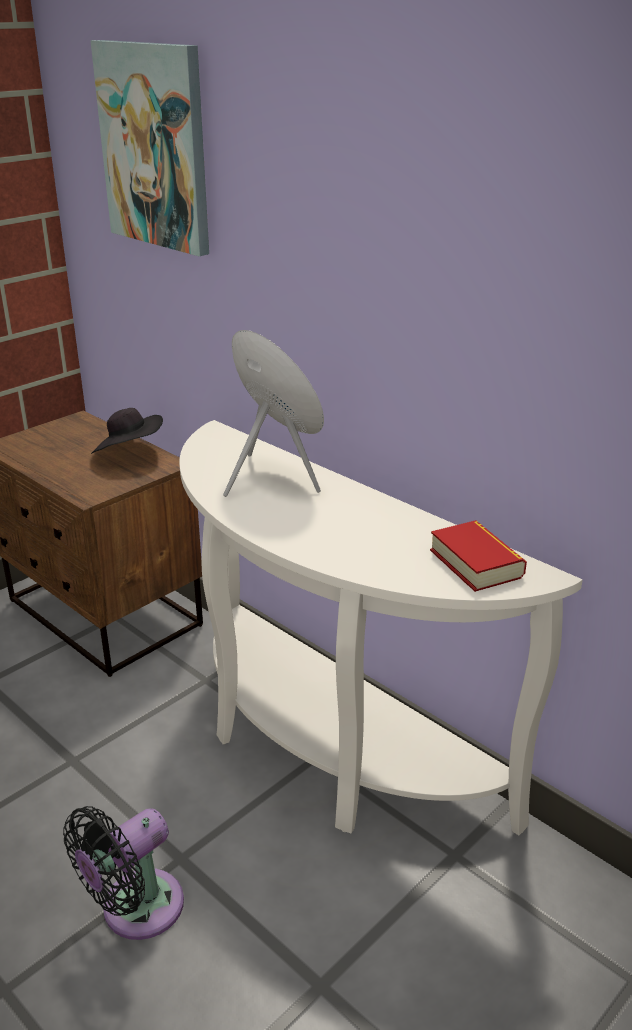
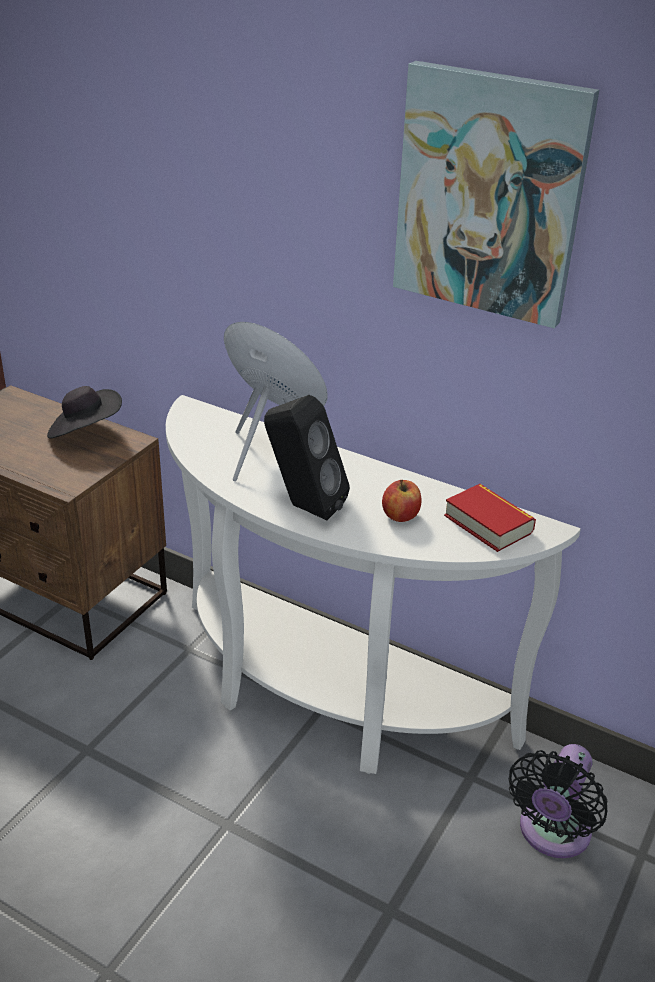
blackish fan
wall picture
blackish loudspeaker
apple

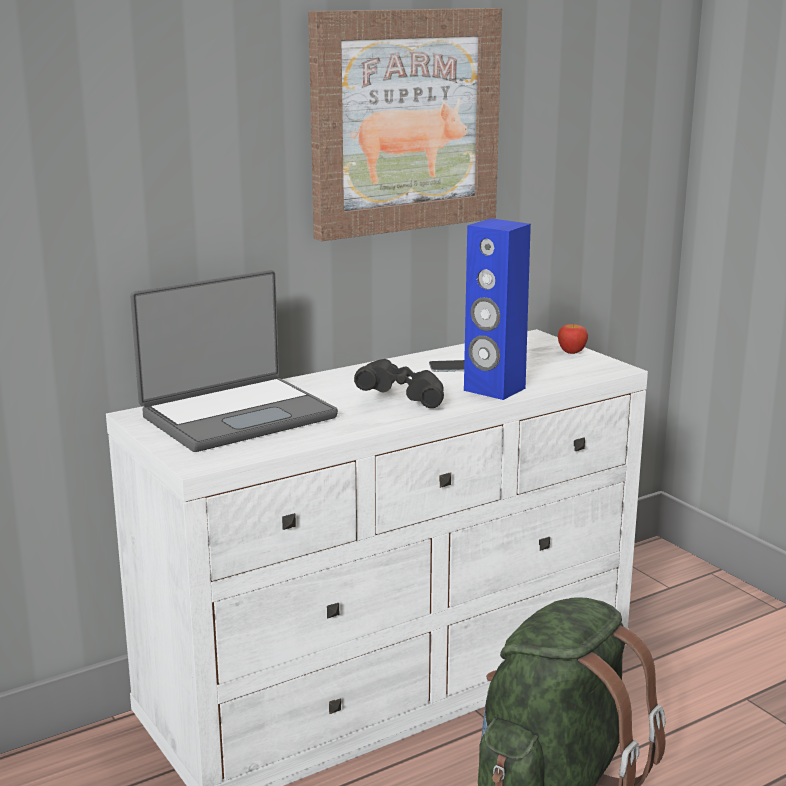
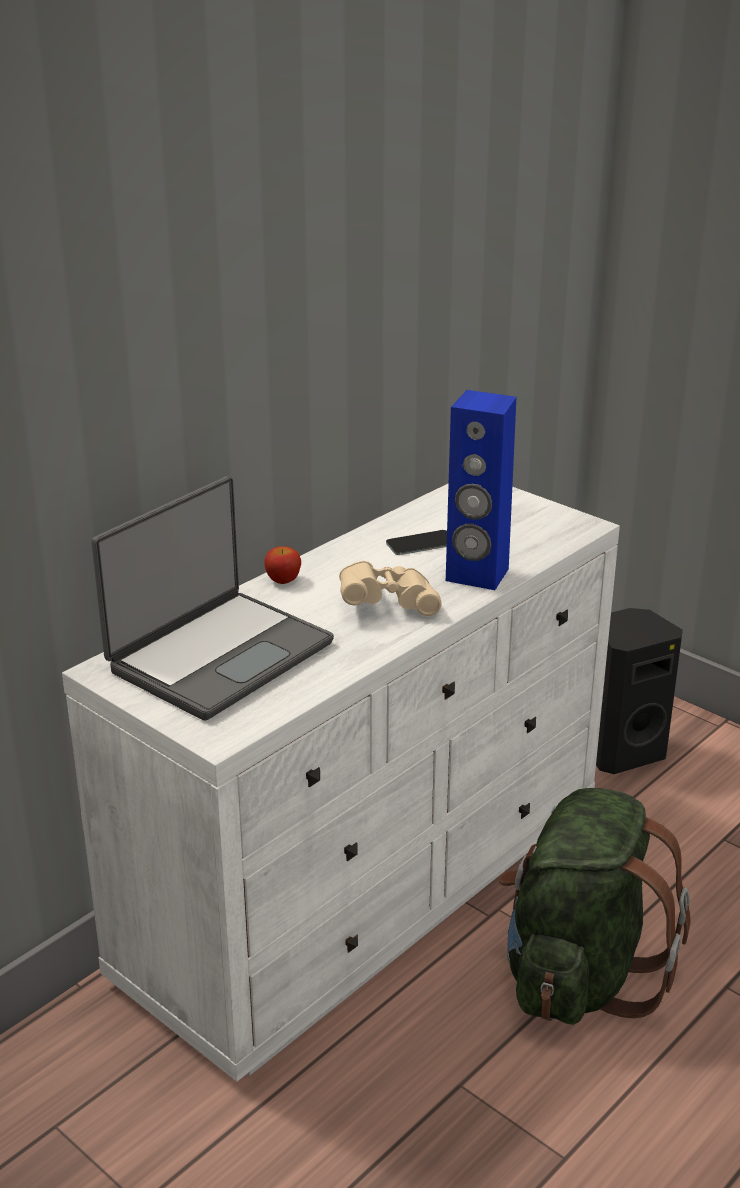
wall picture
beige field glasses
apple
blackish loudspeaker

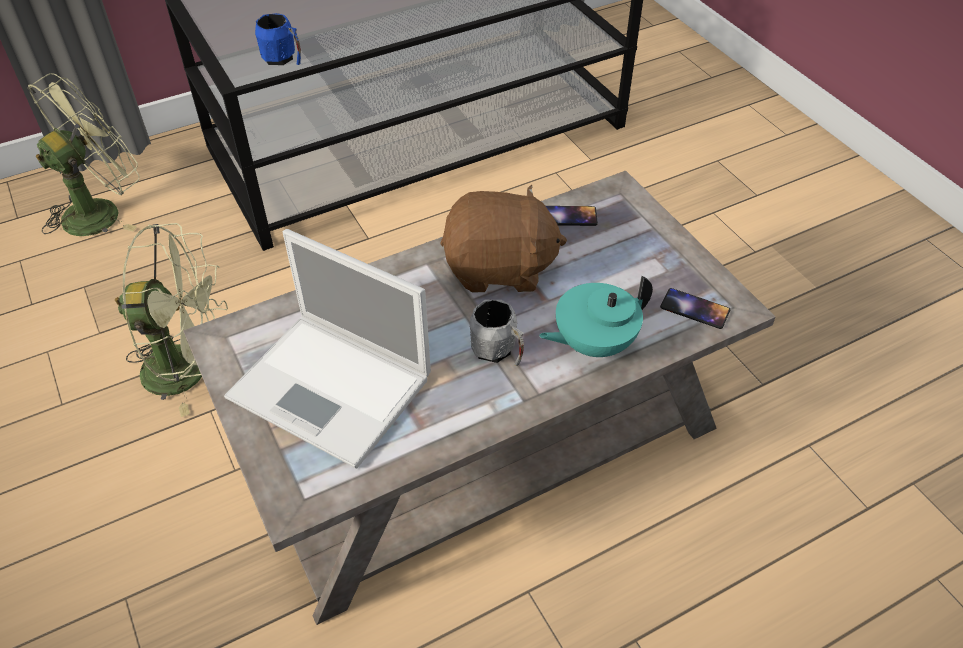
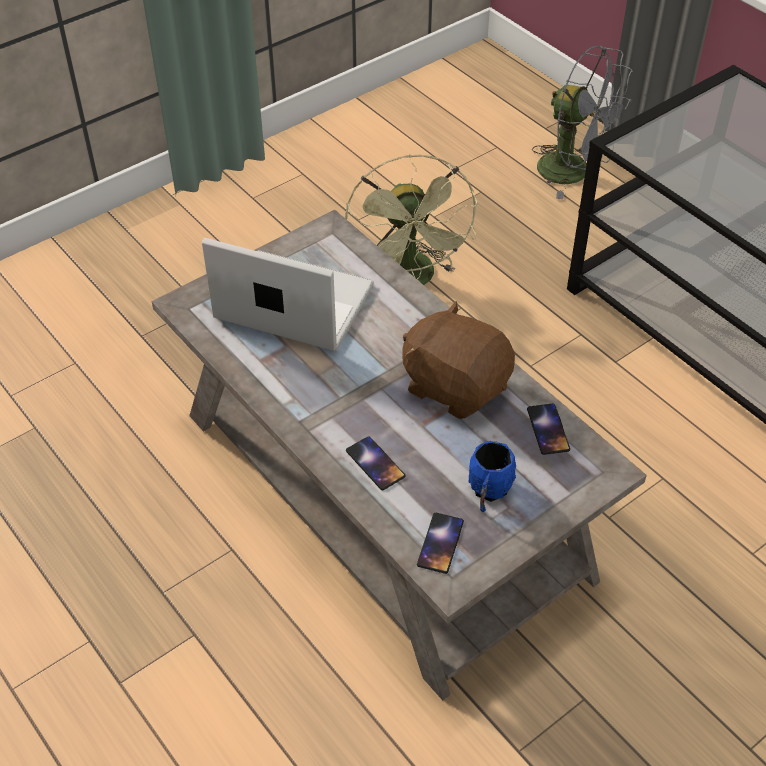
grey fan
laptop
bluish tea mug
brown soft toy
grey tea mug
phone (1st from left)

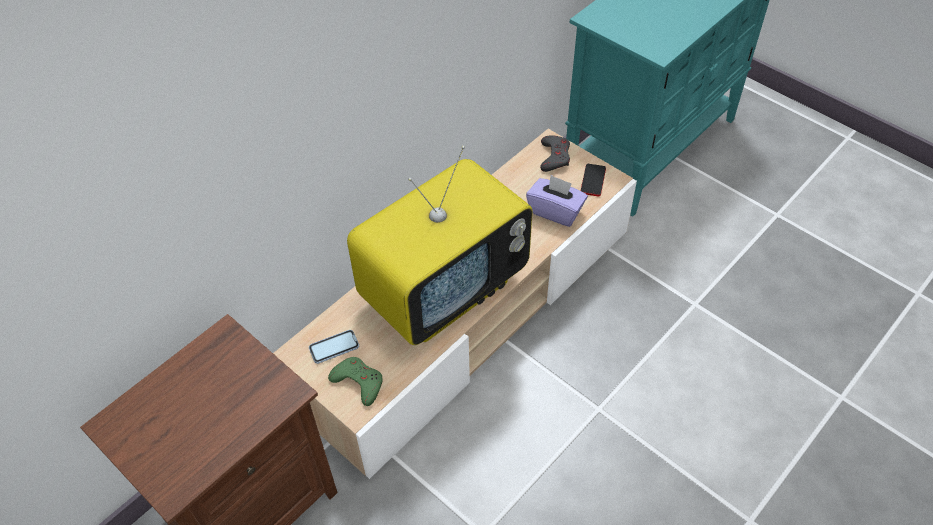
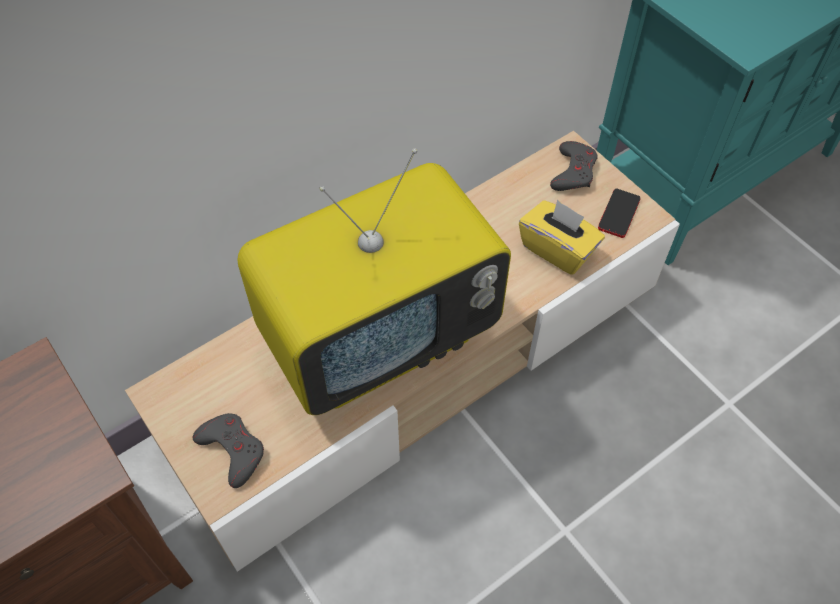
phone (1st from left in the first image)
grey joypad (1st from left)
yellow box of tissues

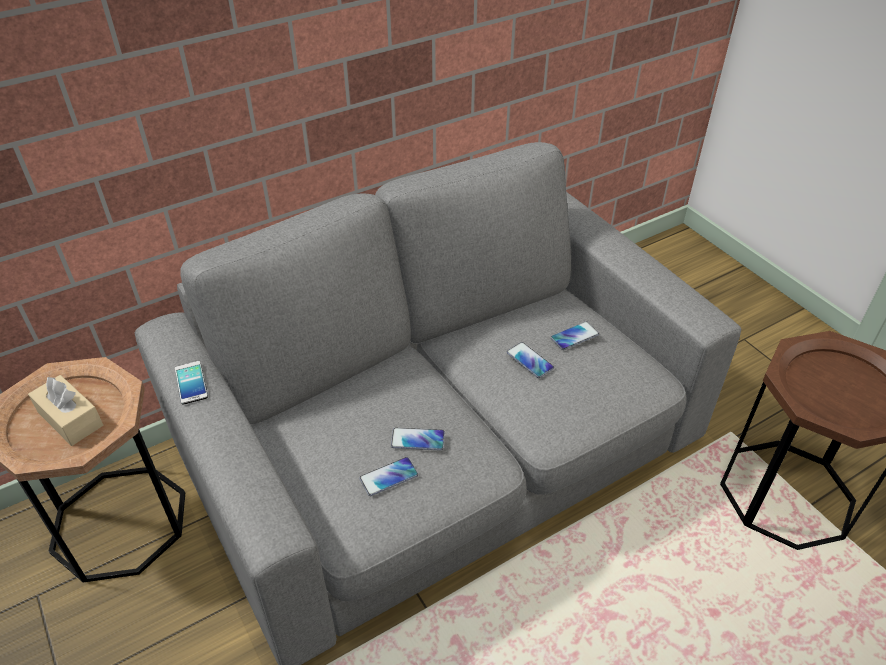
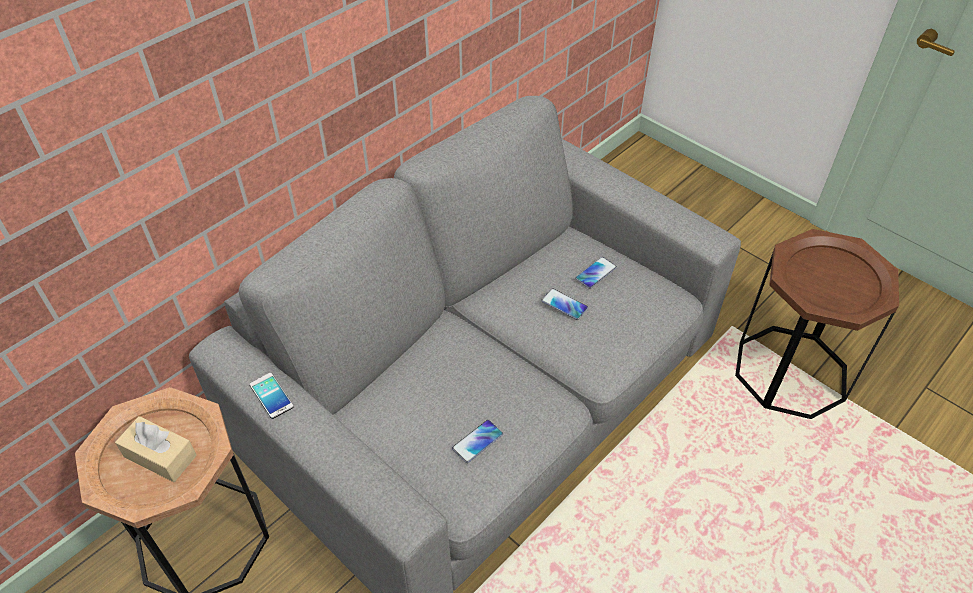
phone (3rd from left in the first image)

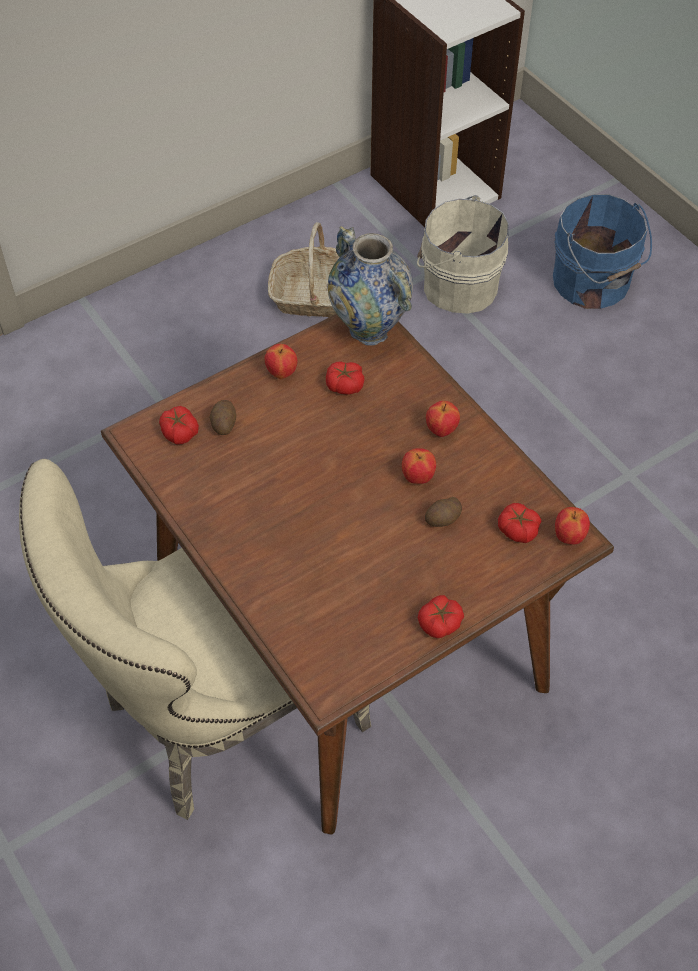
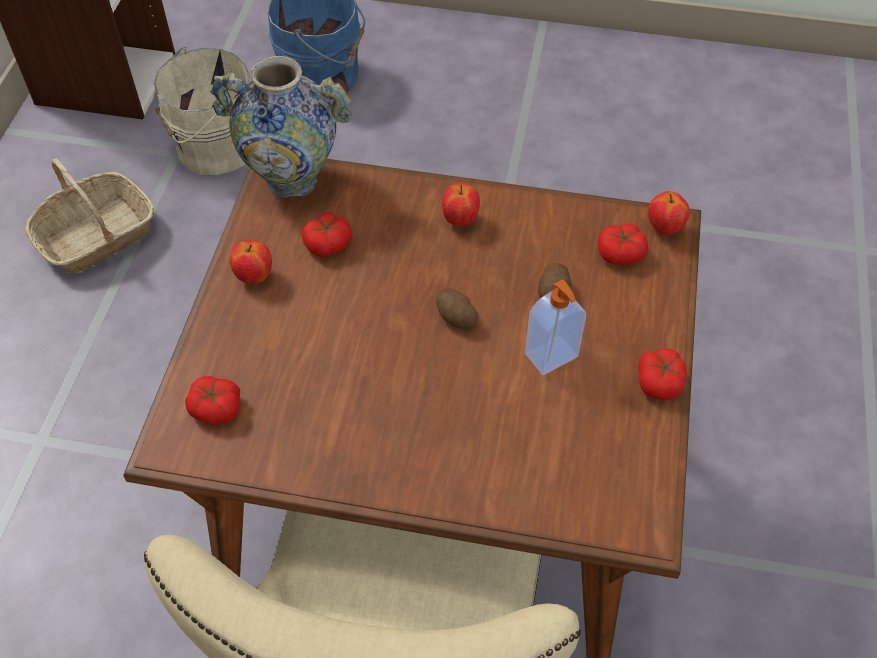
whole potato (1st from left)
apple (2nd from left in the first image)
soap bottle

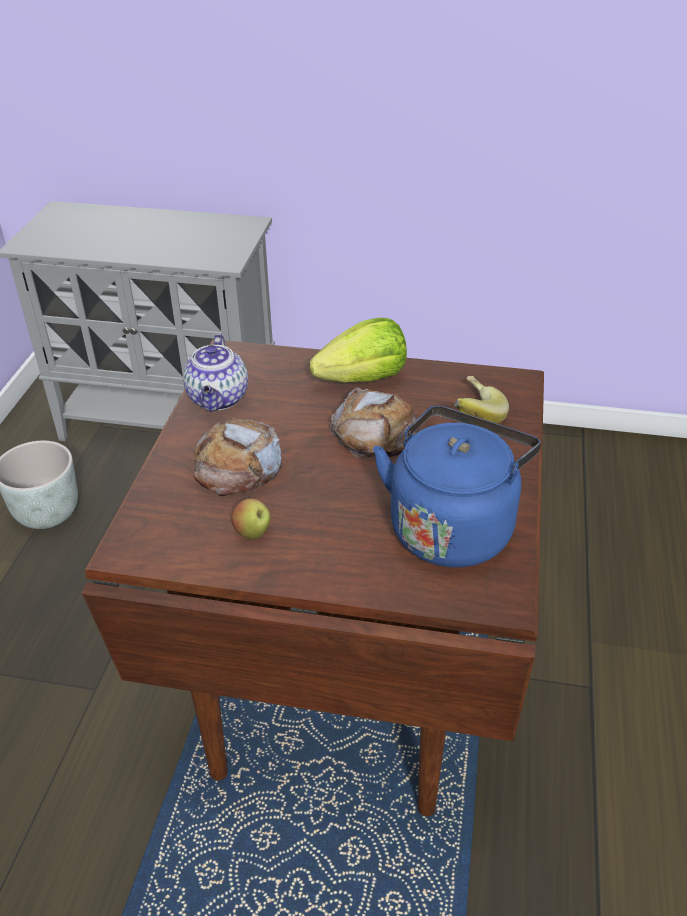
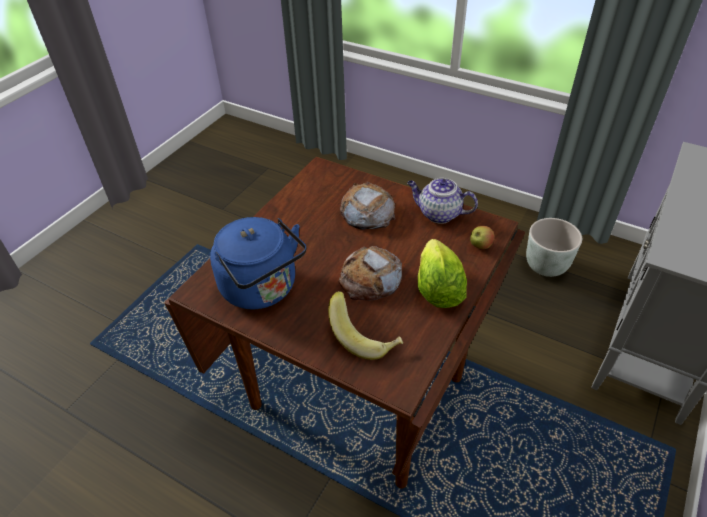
apple

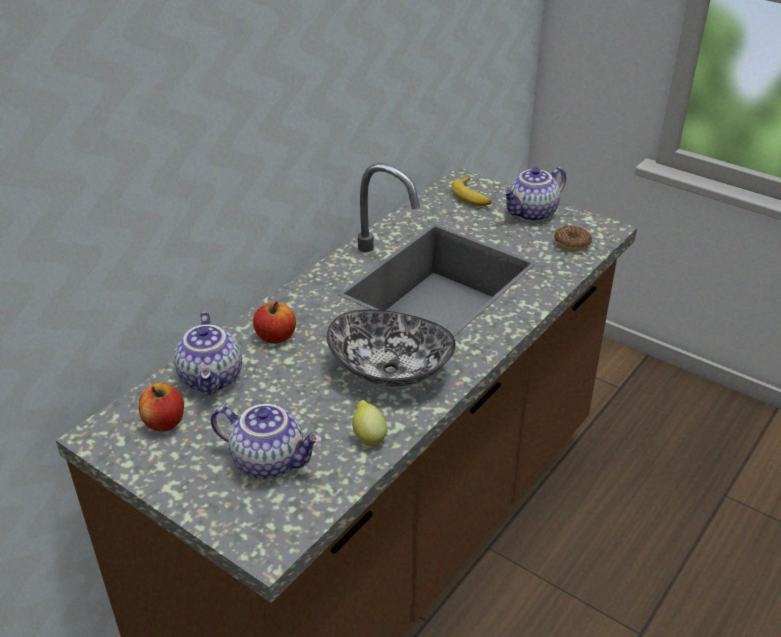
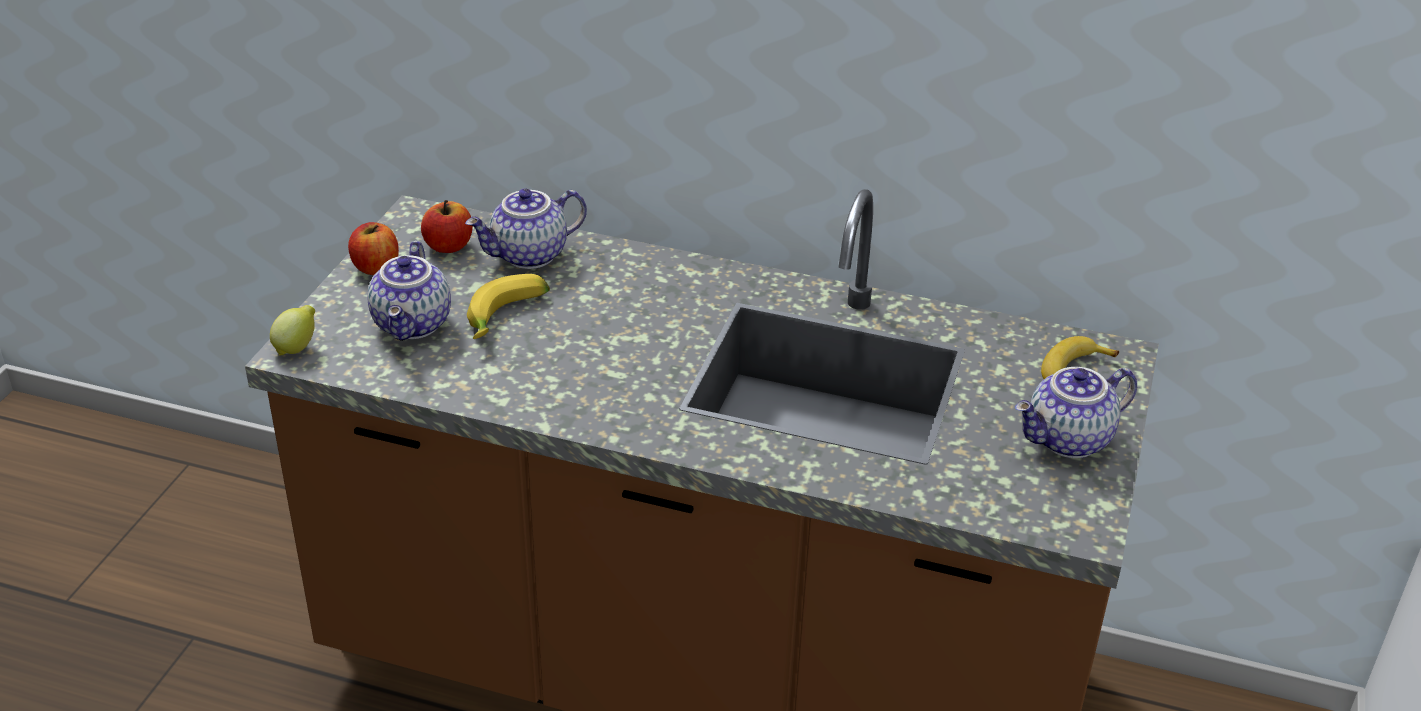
apple (1st from left)
deep dish
lemon
teapot (3rd from left)
donut
whole banana (1st from left)

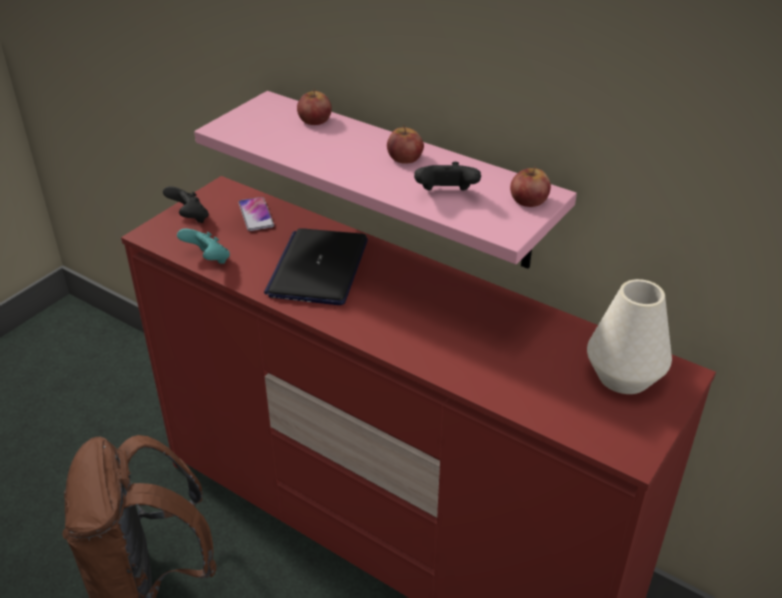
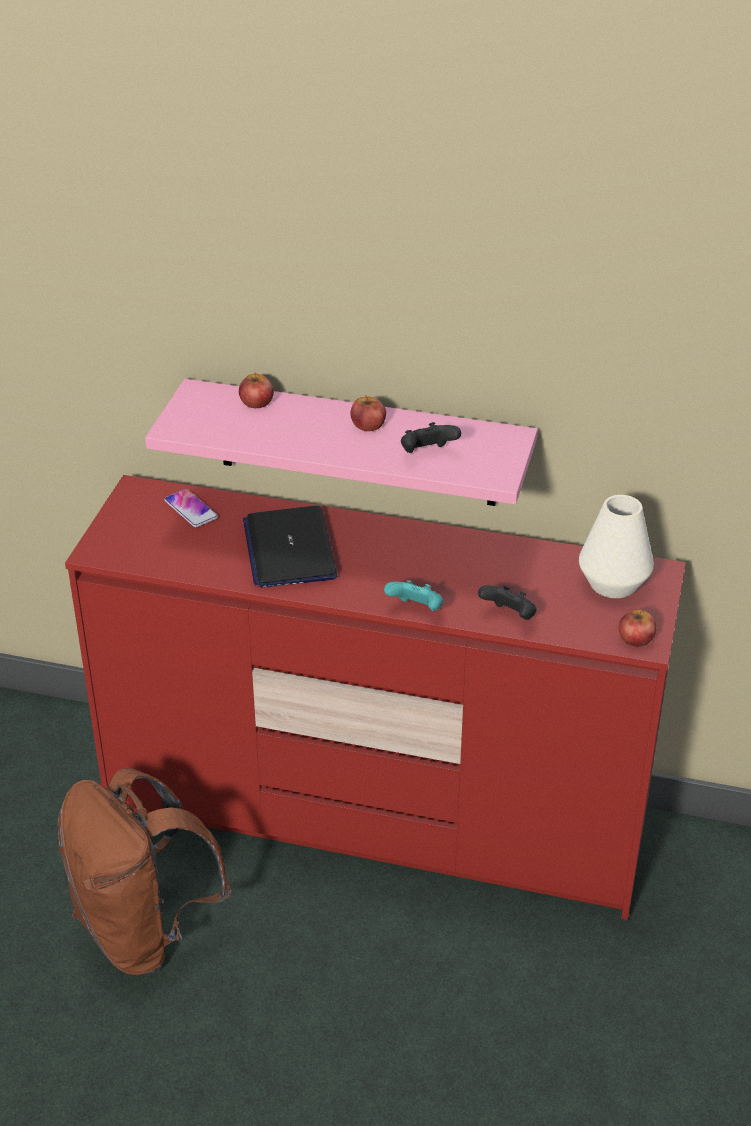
blackish joypad (2nd from left)
turquoise-coloured joypad
apple (3rd from left)

